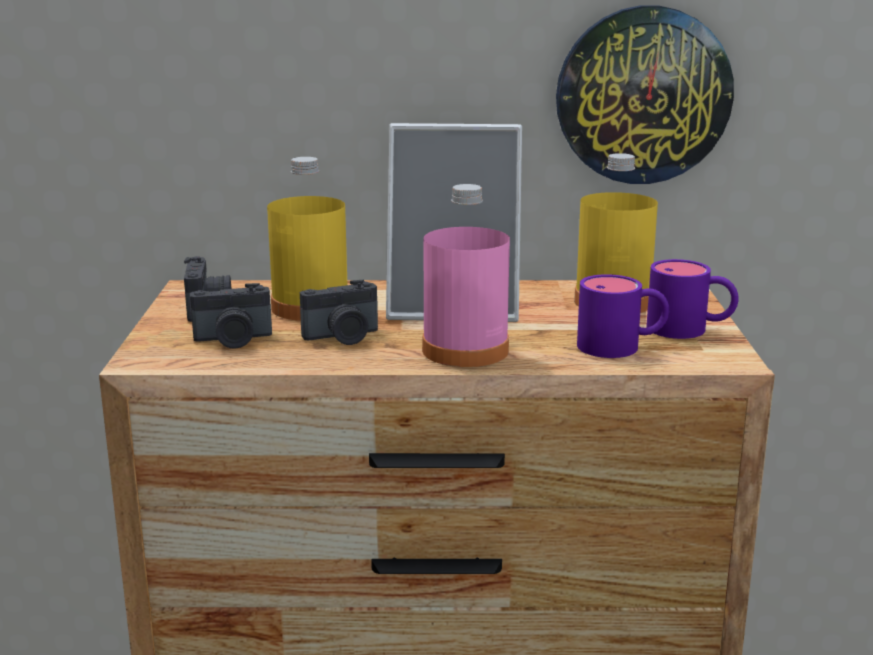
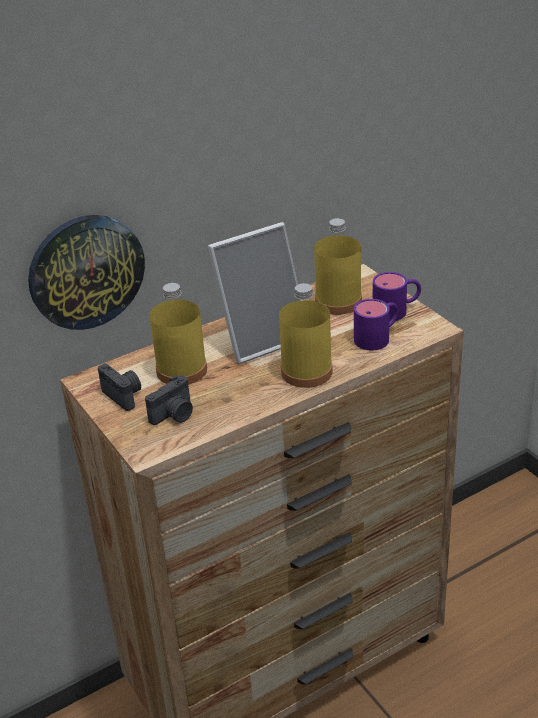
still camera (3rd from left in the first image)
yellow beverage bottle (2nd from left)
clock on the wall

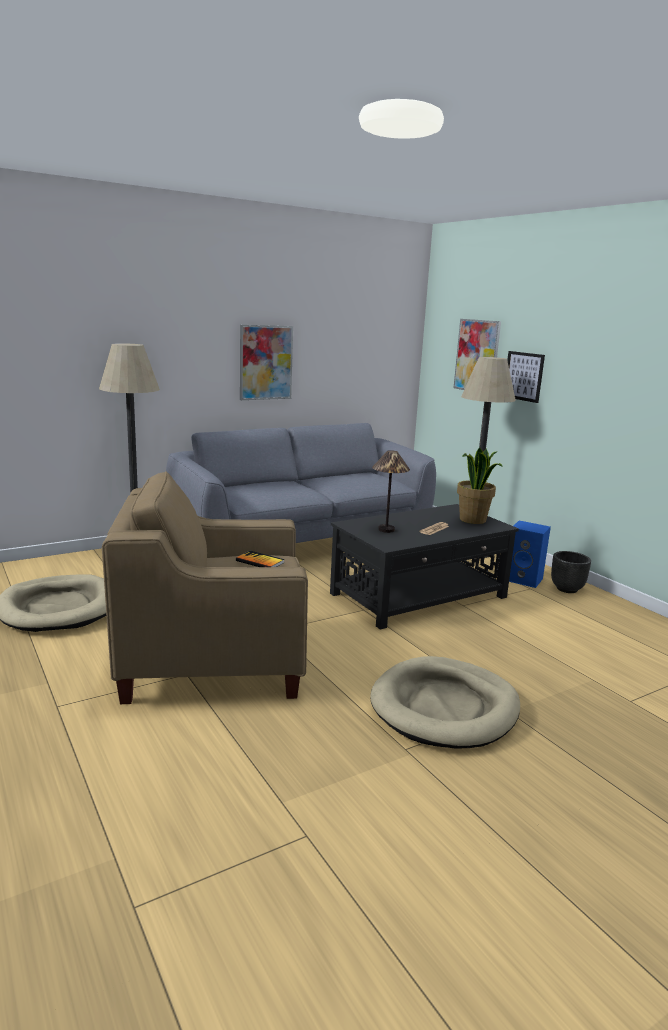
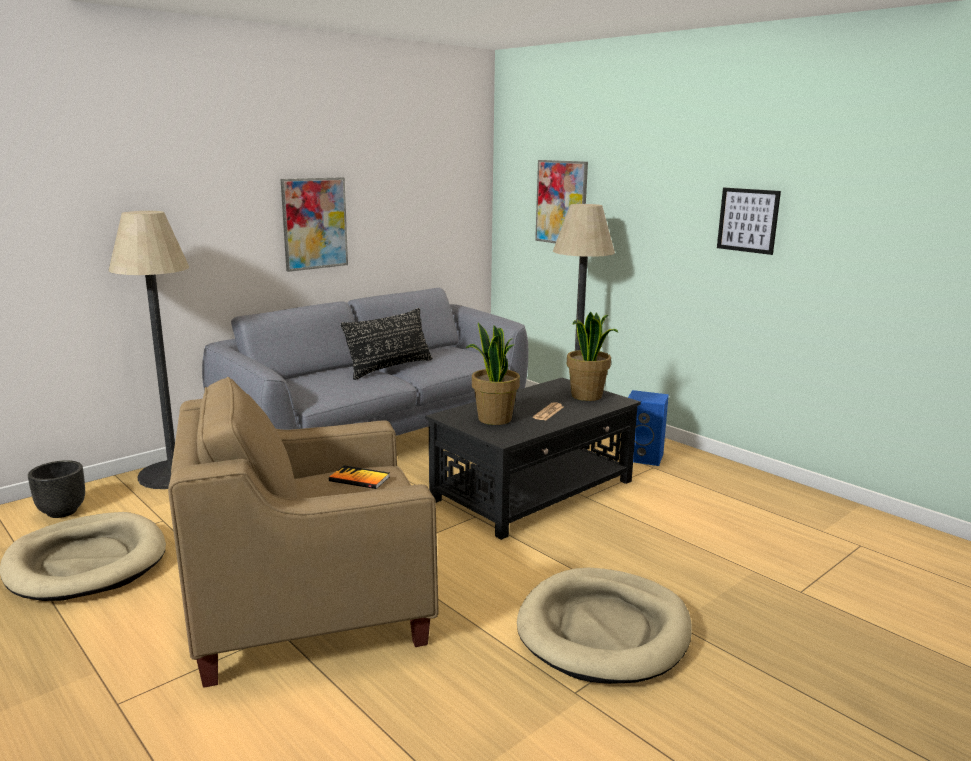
potted plant (1st from left)
wall picture (3rd from left)
blackish plant pot
blackish cushion

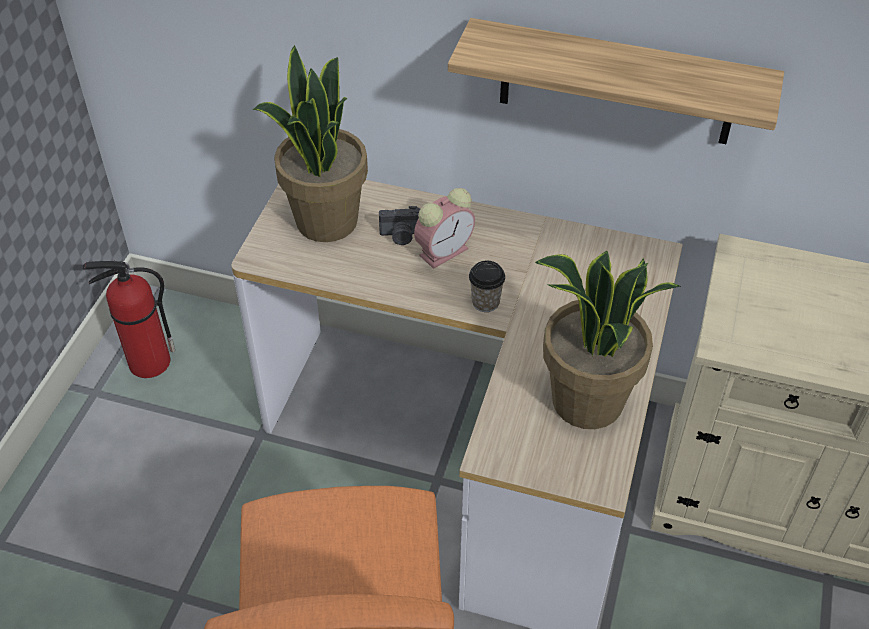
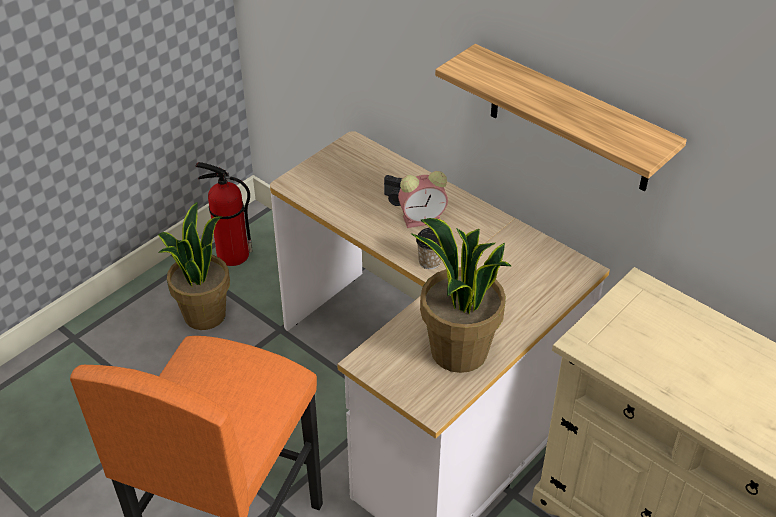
potted plant (1st from left)

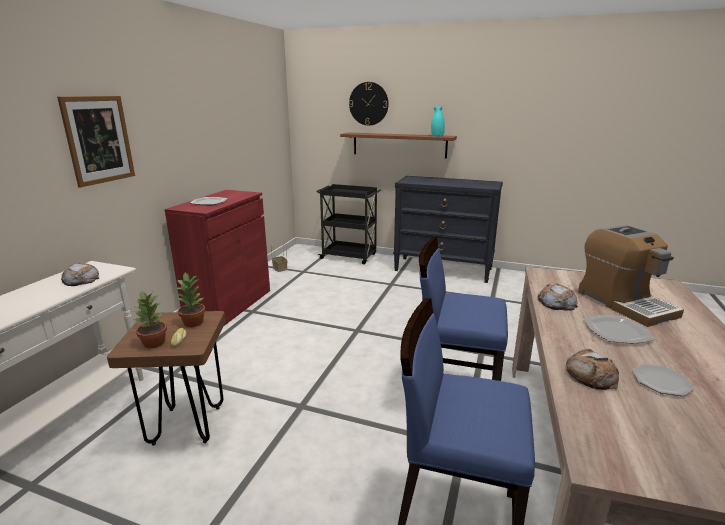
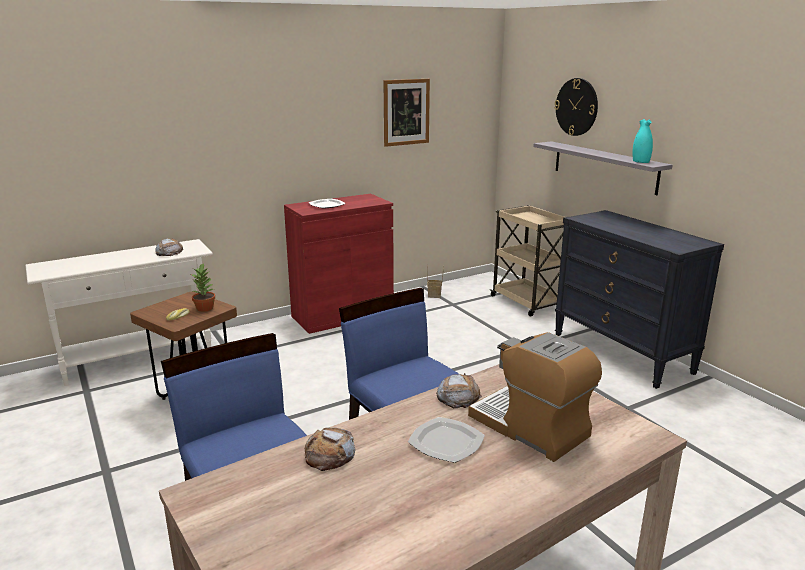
wall picture
potted plant (1st from left in the first image)
beige cart
grey shelf
coffee brewer
plate (3rd from left in the first image)

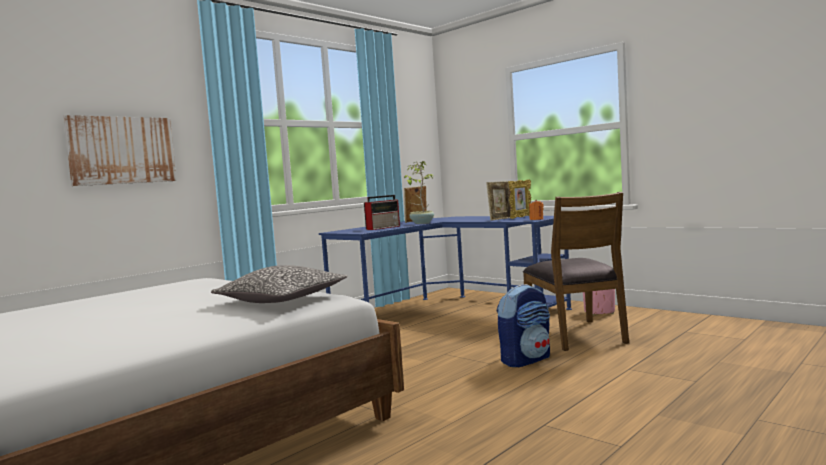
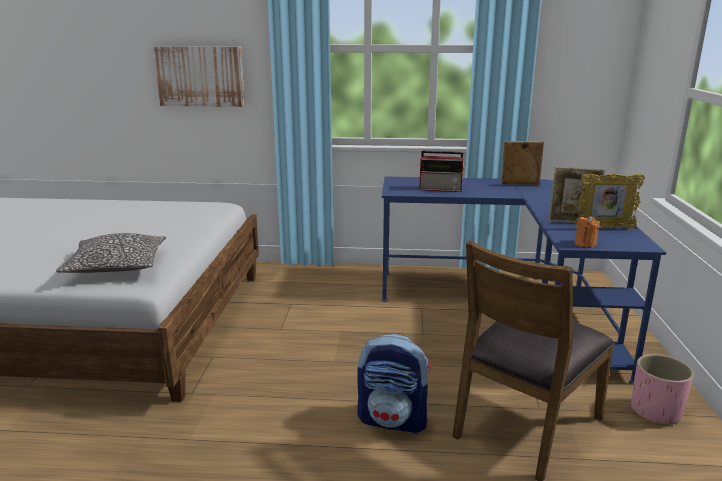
potted plant

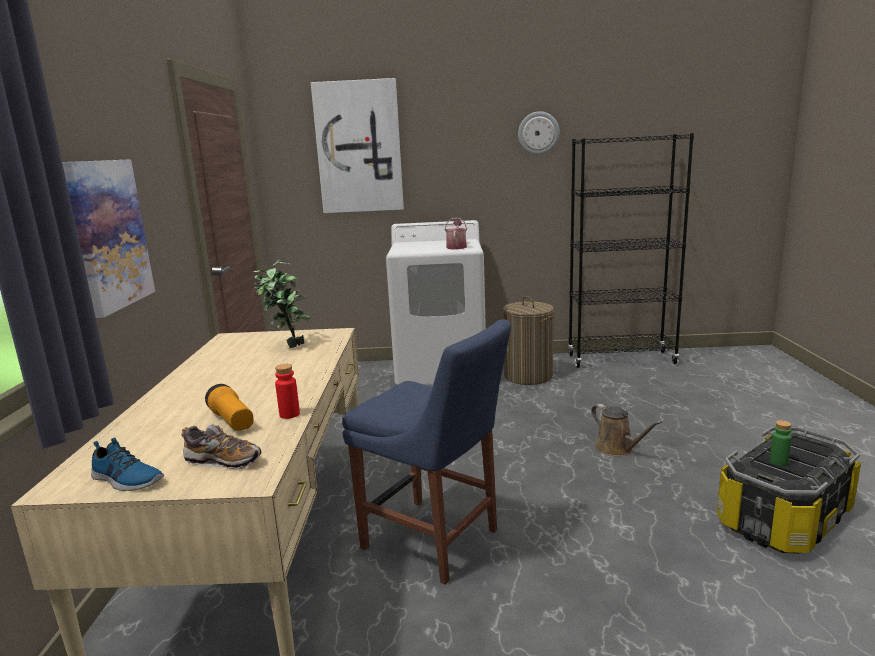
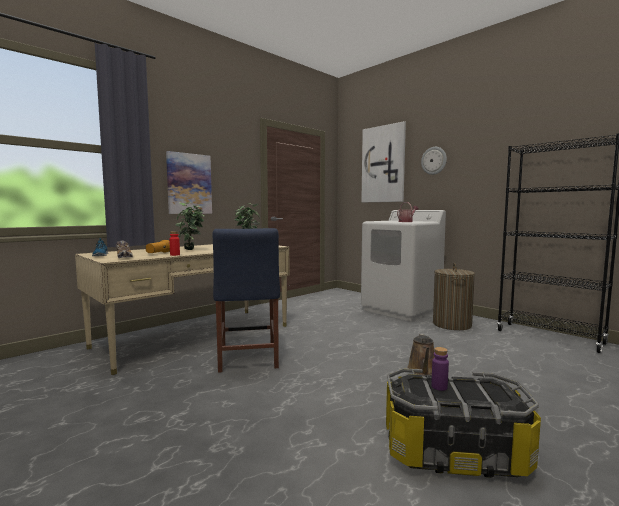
clock on the wall
purplish beverage bottle
potted plant (1st from left)

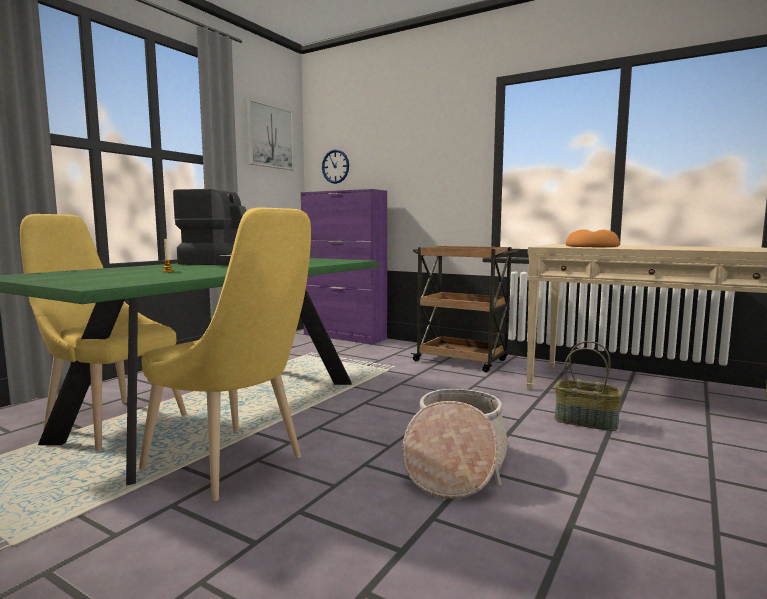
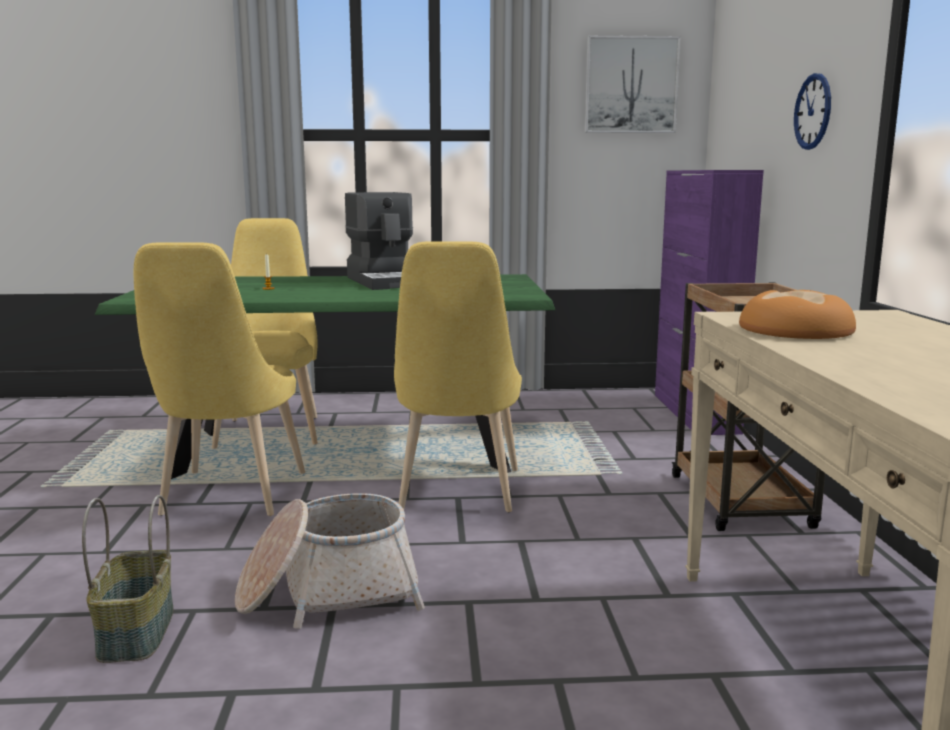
clock on the wall
household basket (1st from left)
yellow chair (3rd from left)

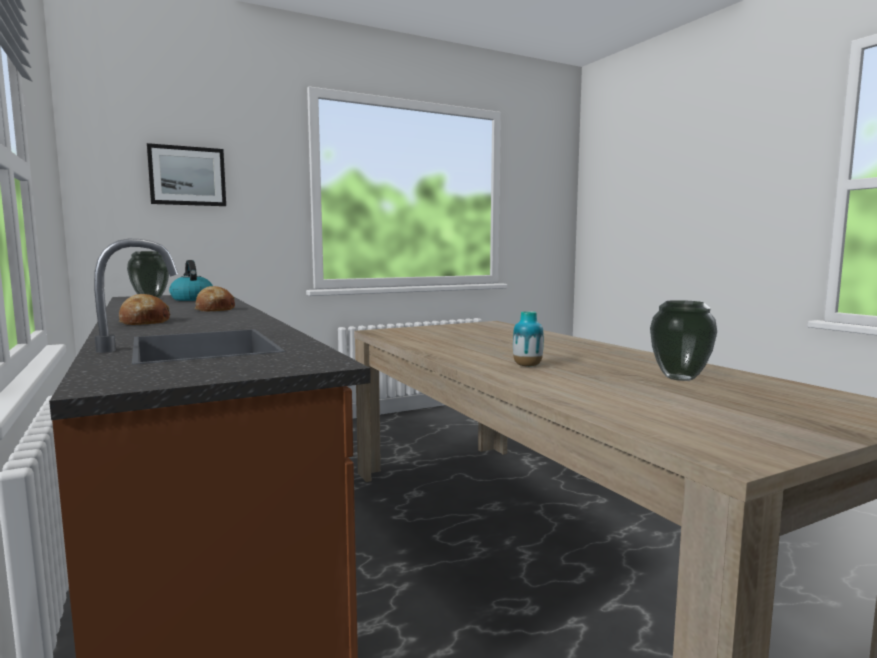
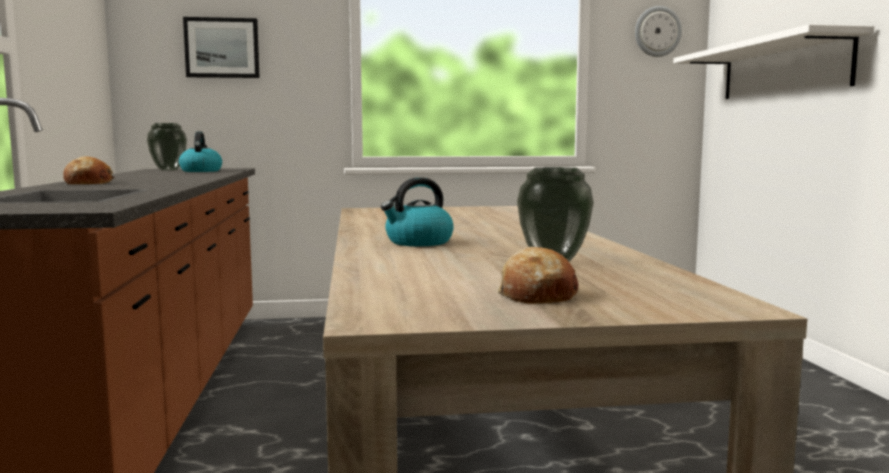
baked bread (2nd from left)
tea kettle (2nd from left)
clock on the wall
white-coloured shelf

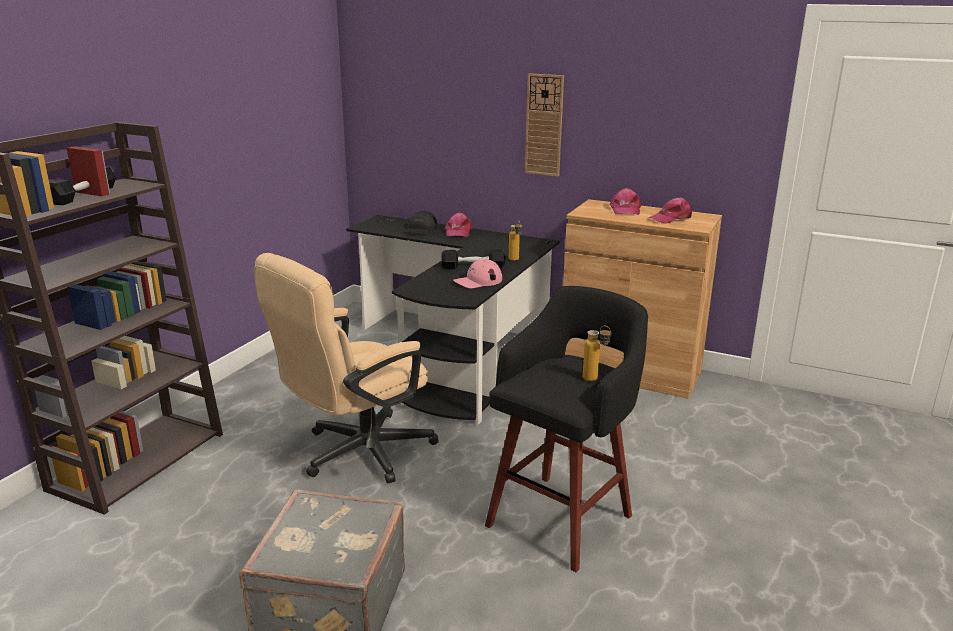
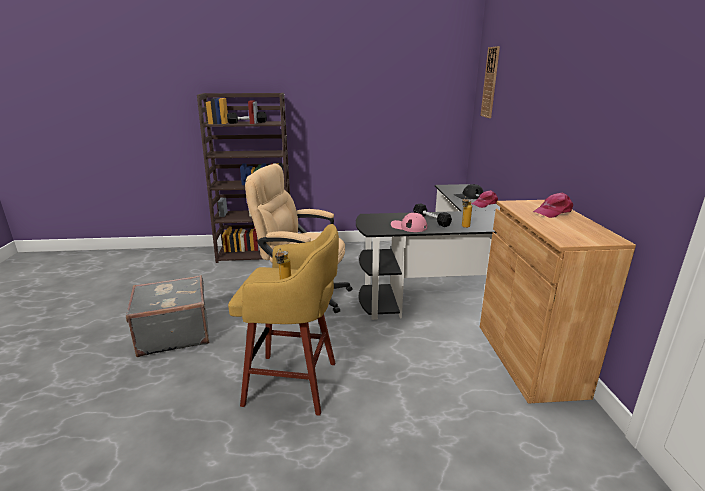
yellow stool
clock on the wall
pinkish cap (4th from left in the first image)

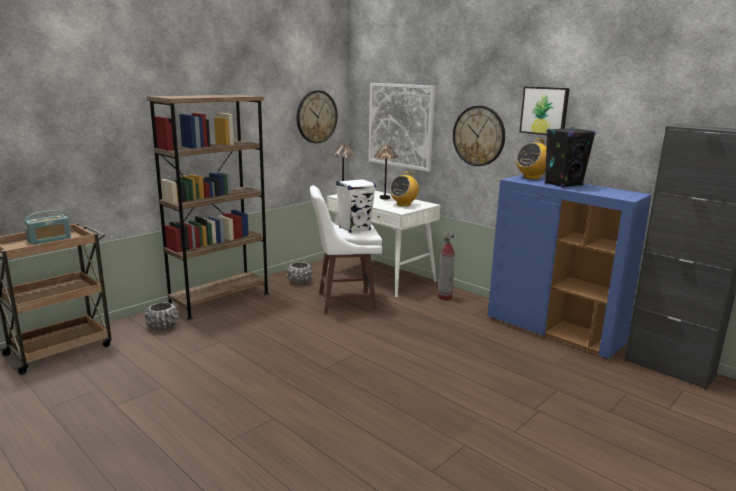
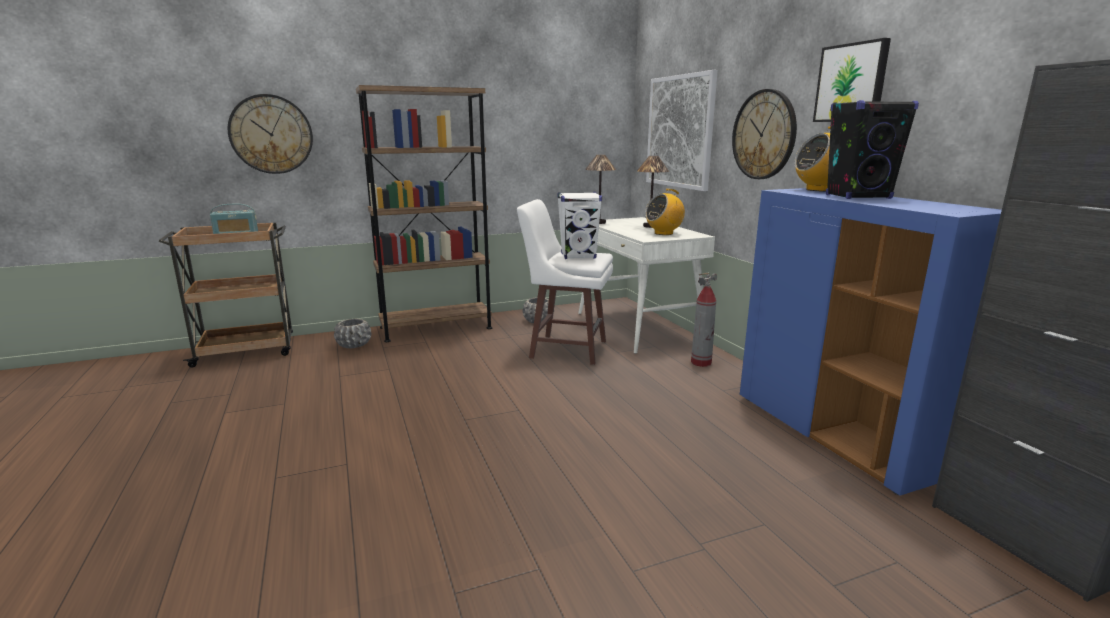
clock on the wall (1st from left)

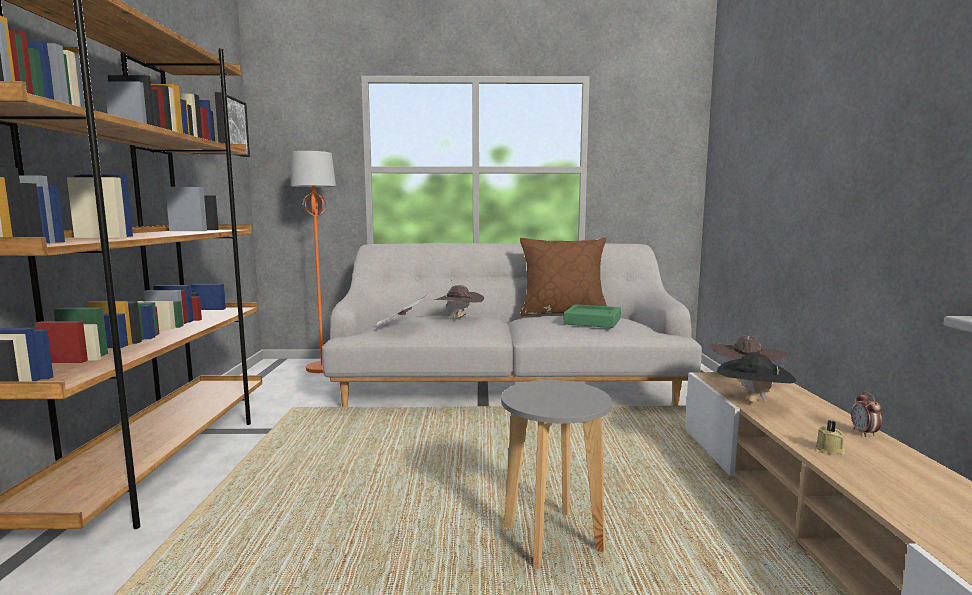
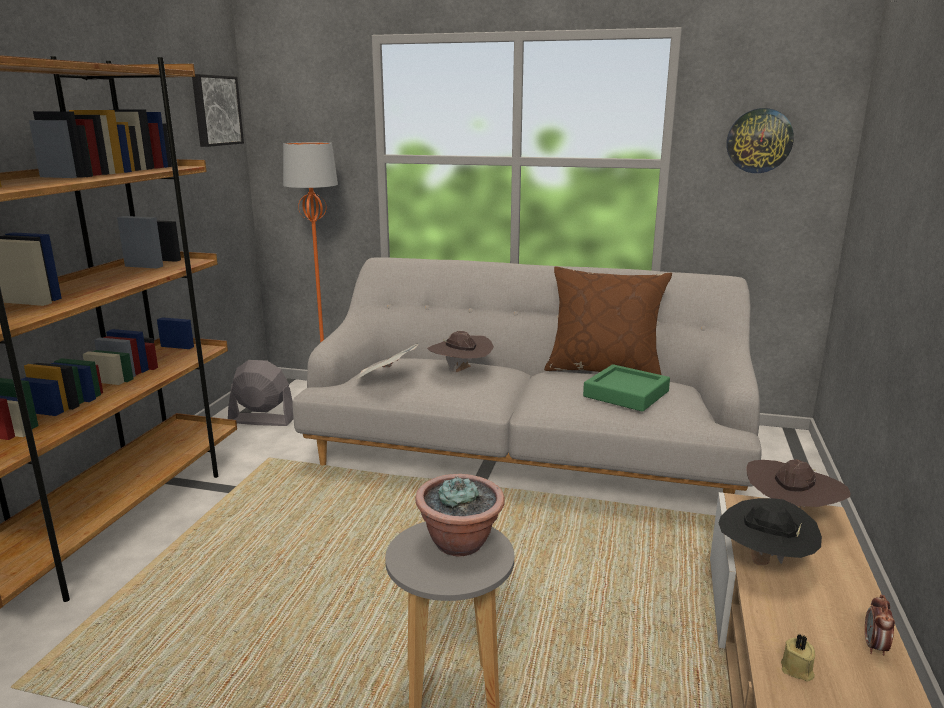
grey fan
potted plant
clock on the wall

